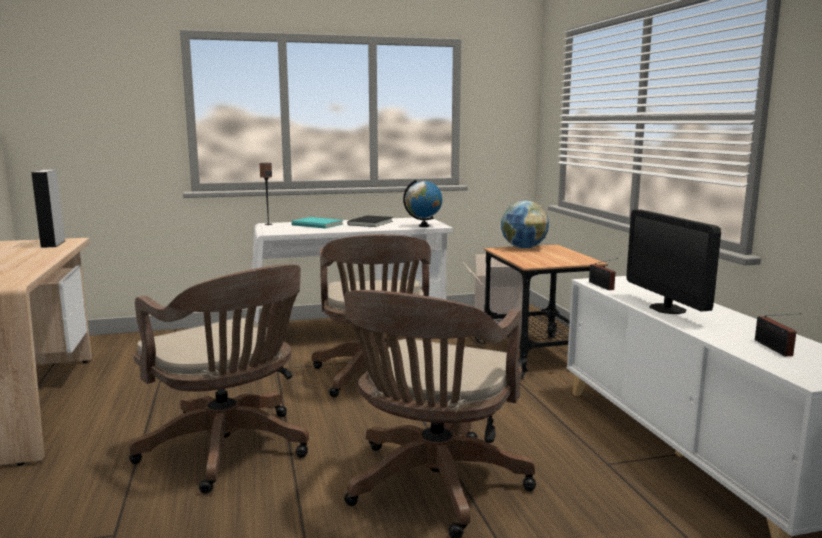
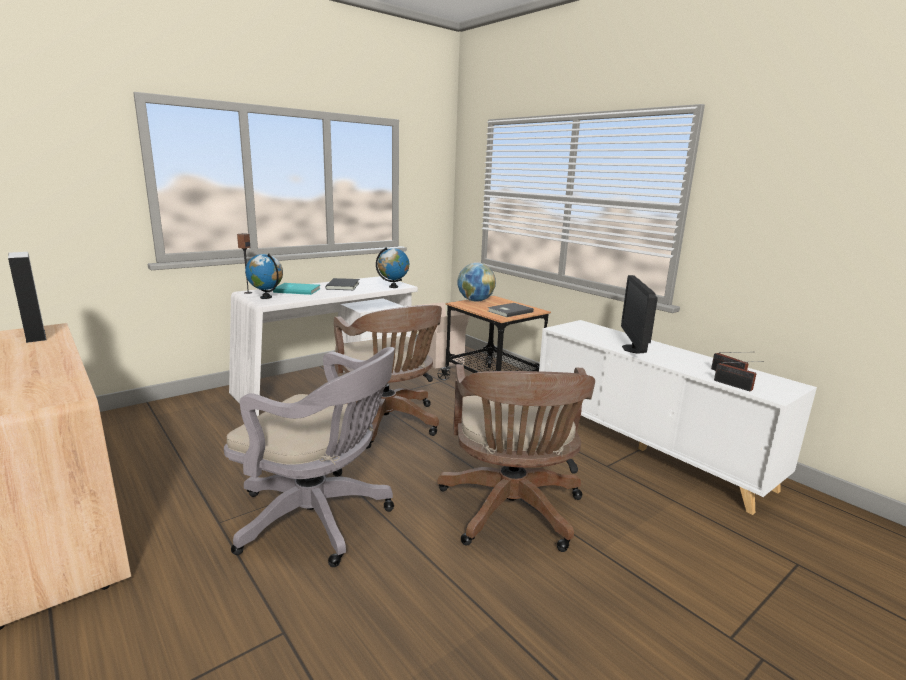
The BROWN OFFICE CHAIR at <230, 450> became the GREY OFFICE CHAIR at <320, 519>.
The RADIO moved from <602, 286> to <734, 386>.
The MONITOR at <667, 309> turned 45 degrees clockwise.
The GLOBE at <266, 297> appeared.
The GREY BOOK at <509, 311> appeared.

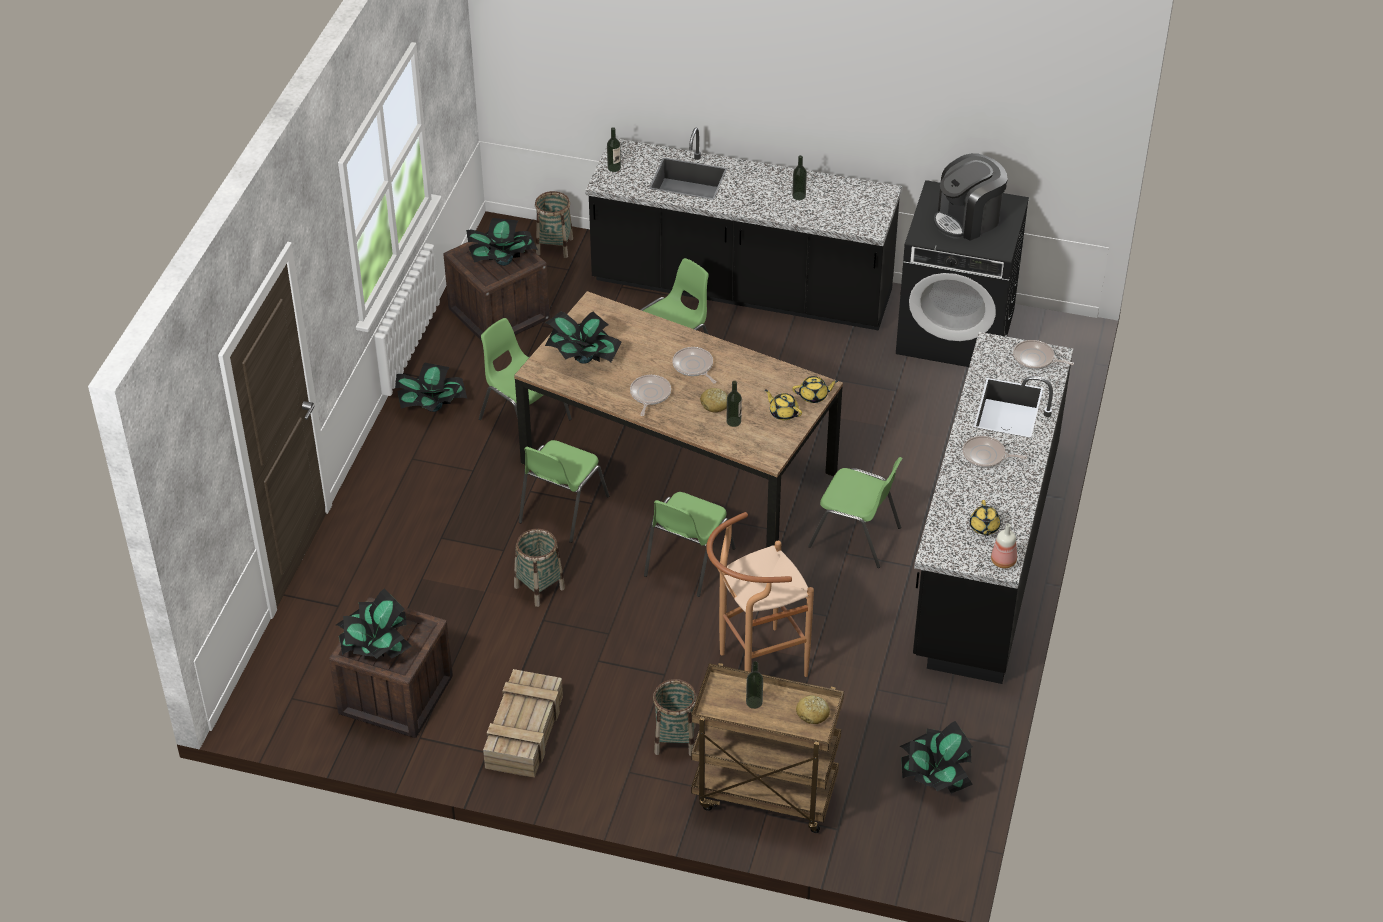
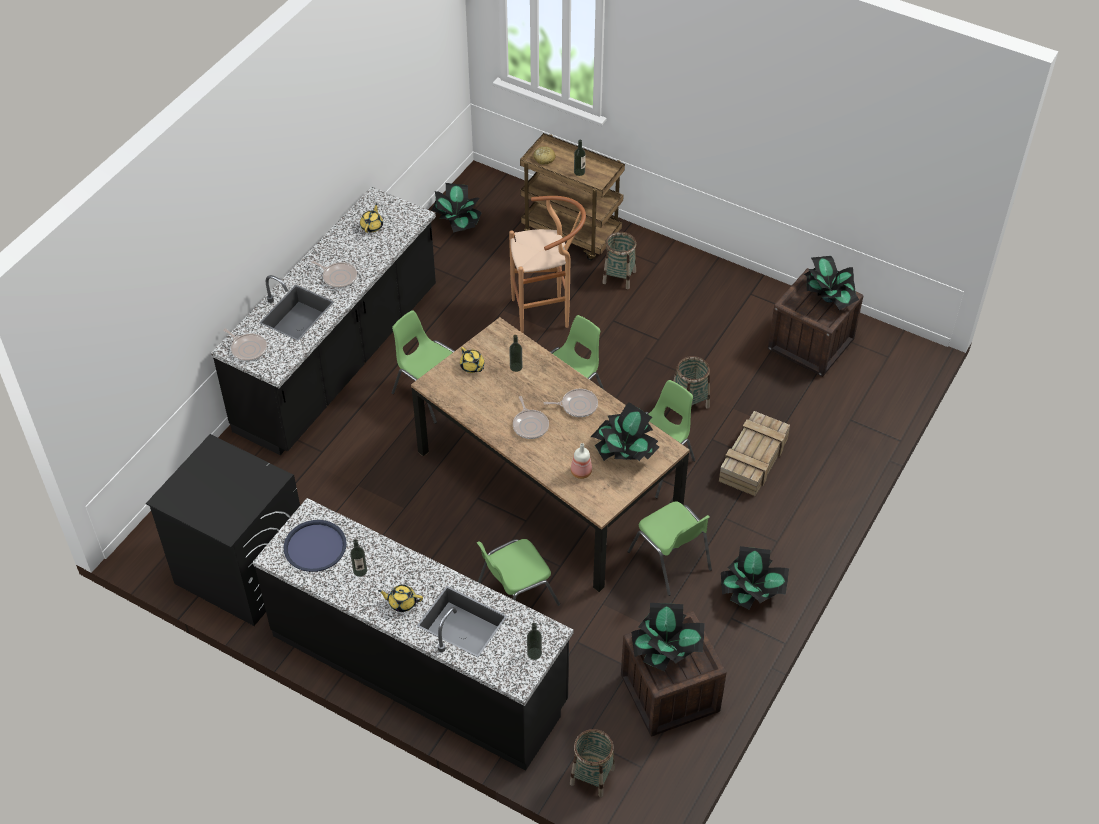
The CRATE moved from <524, 733> to <753, 459>.
The FRYING PAN at <649, 395> turned 120 degrees counterclockwise.
The BREAD at <715, 404> disappeared.
The YELLOW TEAPOT moved from <814, 396> to <402, 602>.
The COFFEE MACHINE at <968, 220> disappeared.
The BOTTLE moved from <1004, 561> to <580, 472>.
The BLUE TRAY at <315, 546> appeared.

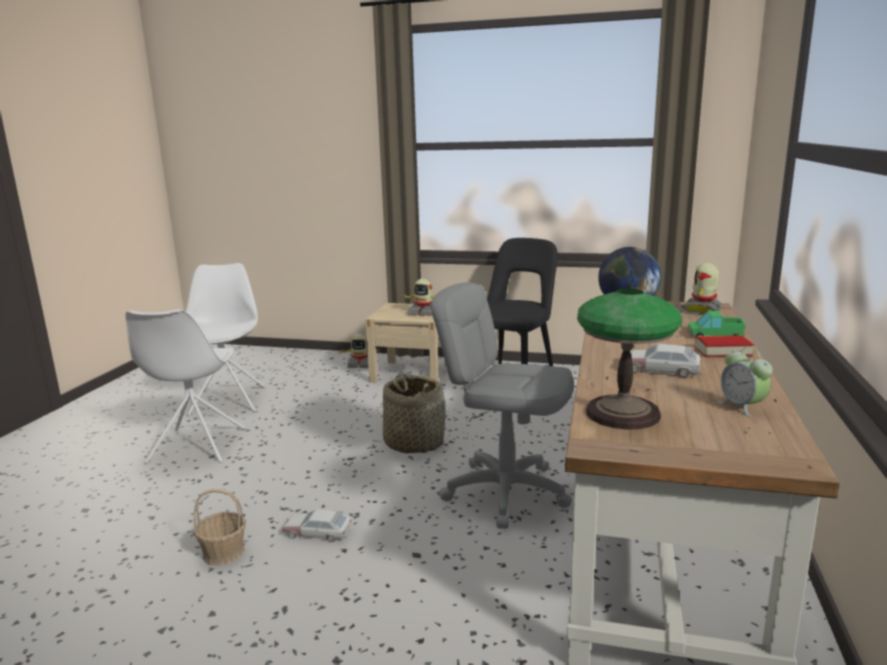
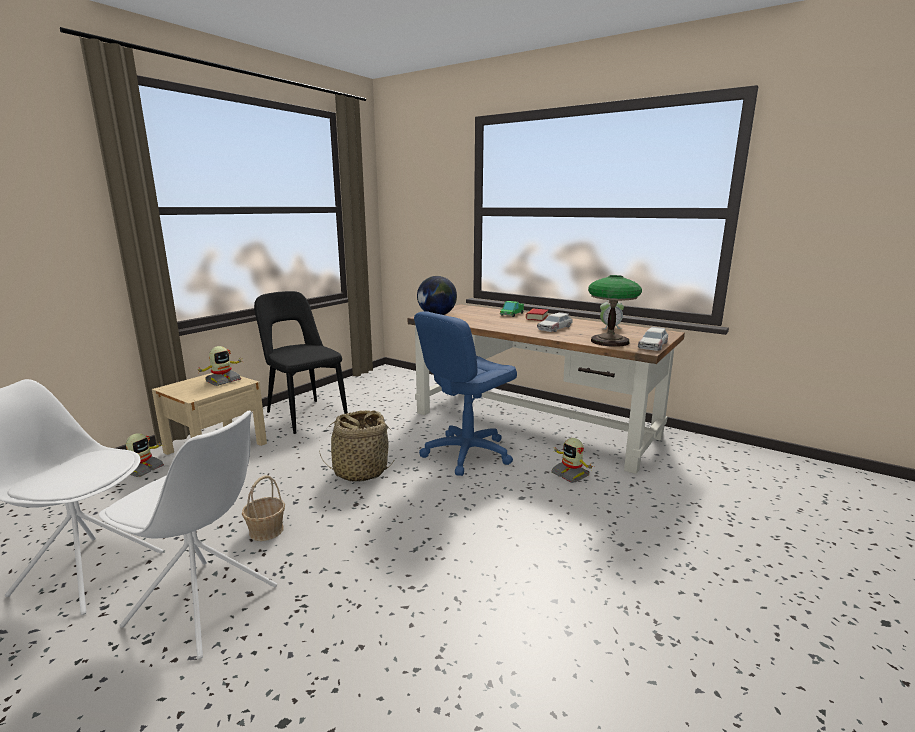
The BASKET moved from <223, 553> to <266, 531>.
The TOY CAR moved from <318, 532> to <652, 345>.
The GREY OFFICE CHAIR at <505, 492> became the BLUE OFFICE CHAIR at <467, 453>.
The TOY ROBOT moved from <701, 311> to <570, 474>.

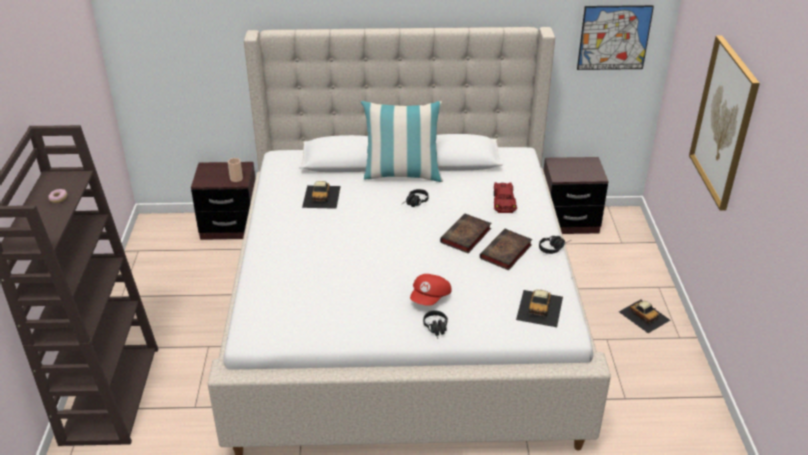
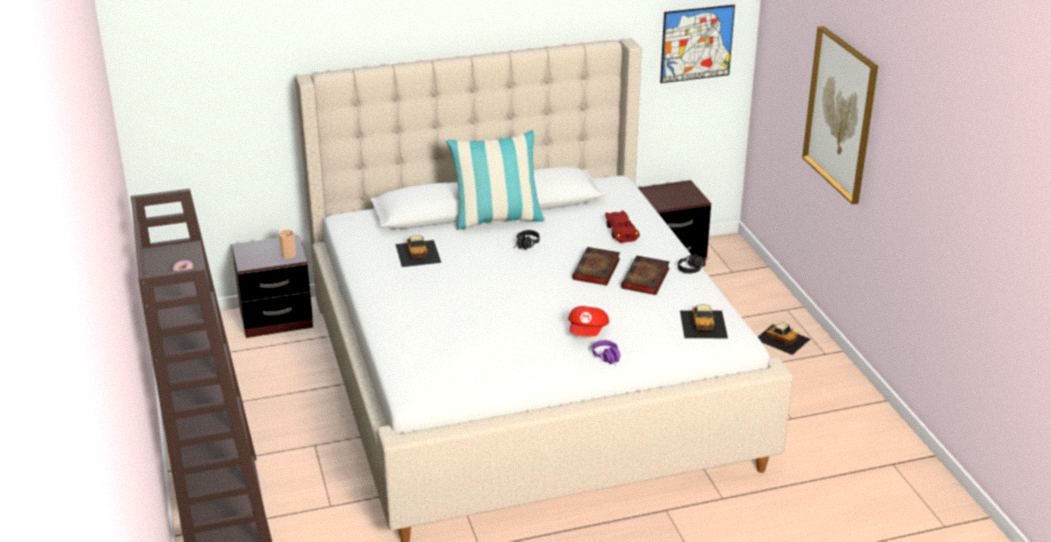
The BLACK HEADPHONES at <437, 330> became the PURPLE HEADPHONES at <609, 359>.

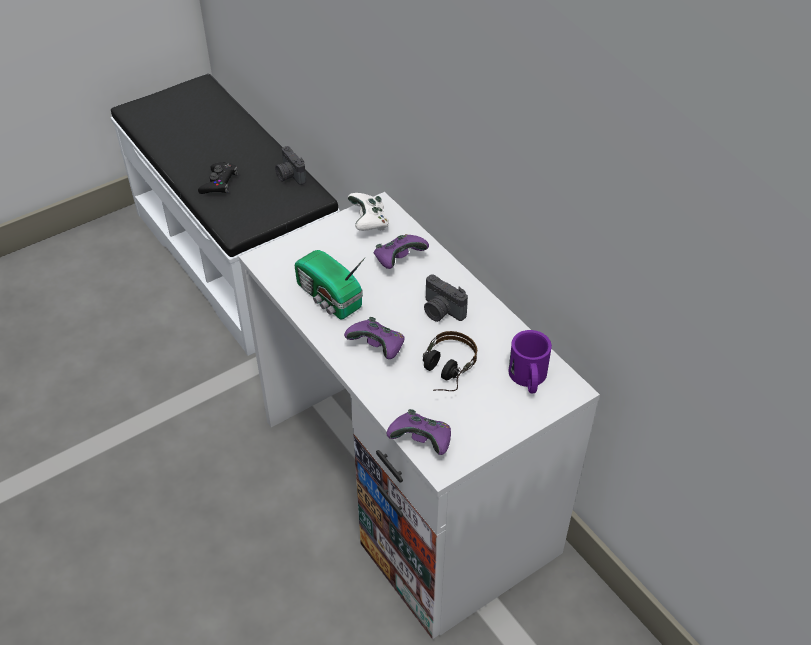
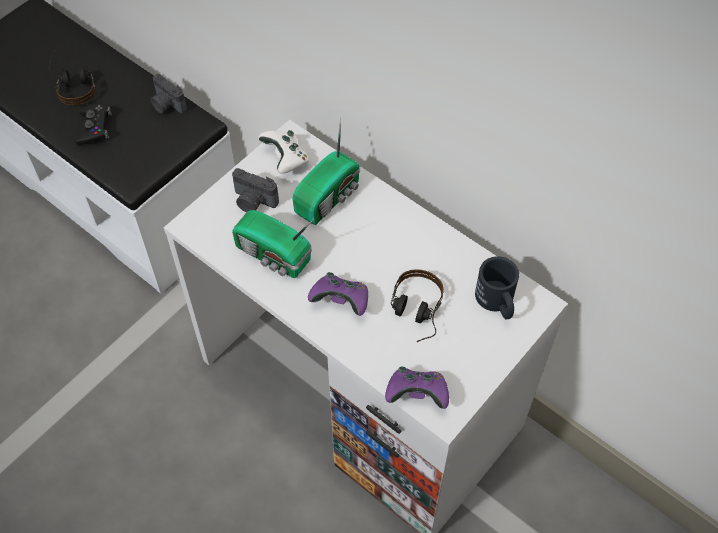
The PURPLE GAME CONTROLLER at <398, 260> was replaced by the RADIO at <330, 197>.
The PHOTO CAMERA moved from <441, 311> to <253, 202>.
The PURPLE MUG at <528, 379> became the BLACK MUG at <497, 302>.
The HEADPHONES at <74, 84> appeared.

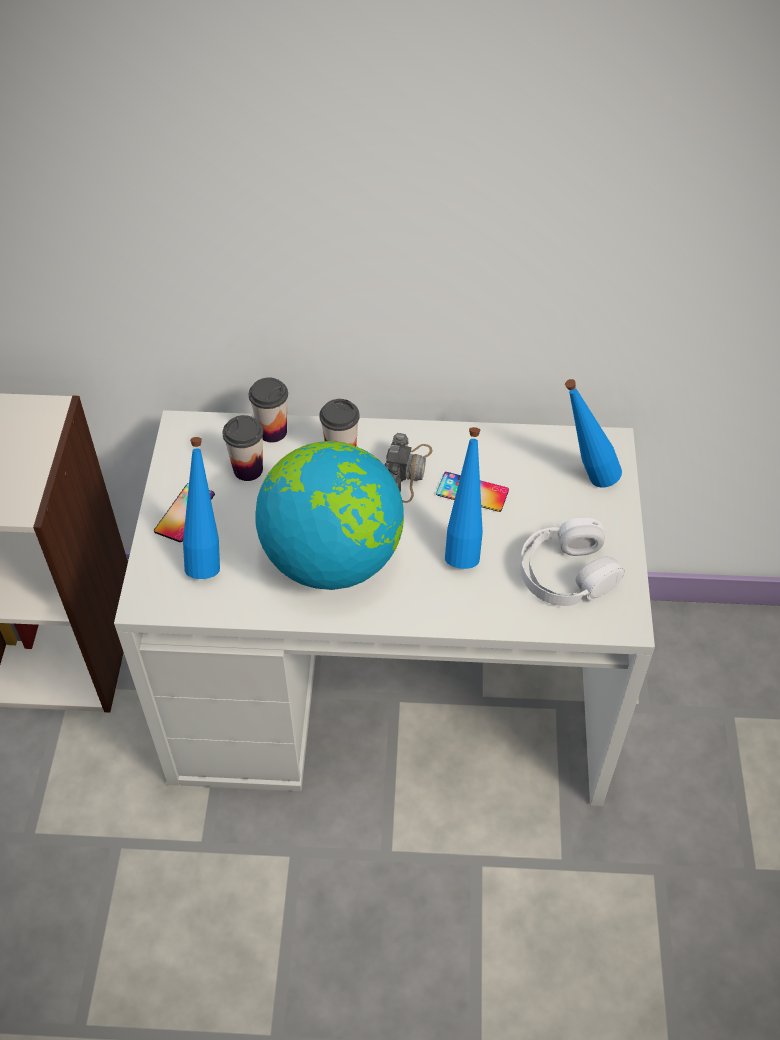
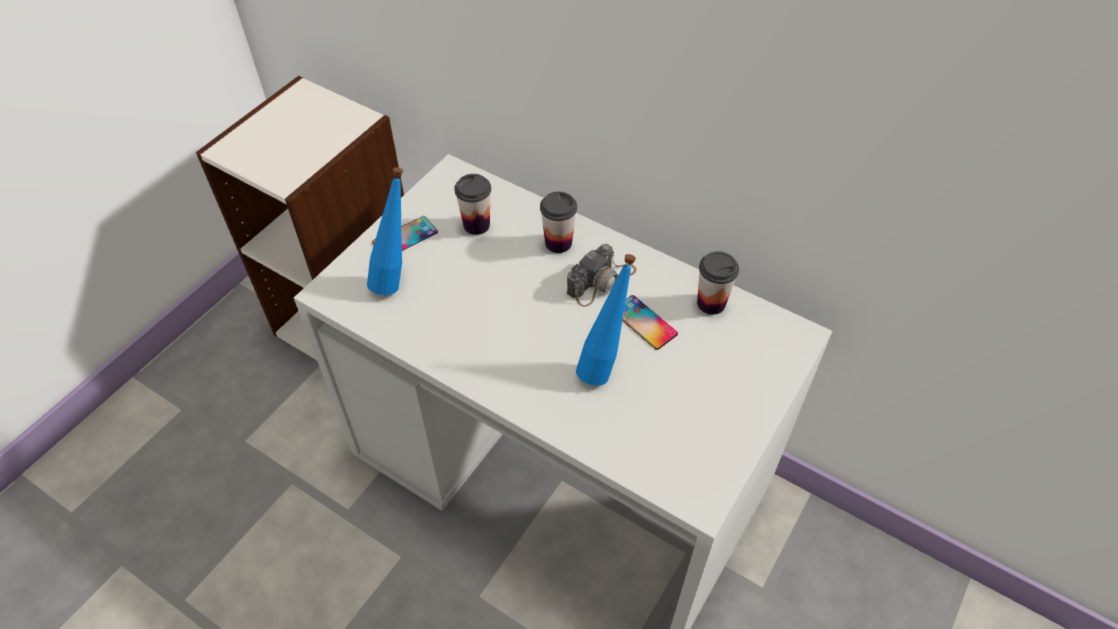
The CUP moved from <272, 431> to <711, 303>.
The GLOBE at <333, 558> disappeared.
The WHITE HEADPHONES at <566, 573> disappeared.
The BLUE BOTTLE at <585, 477> disappeared.

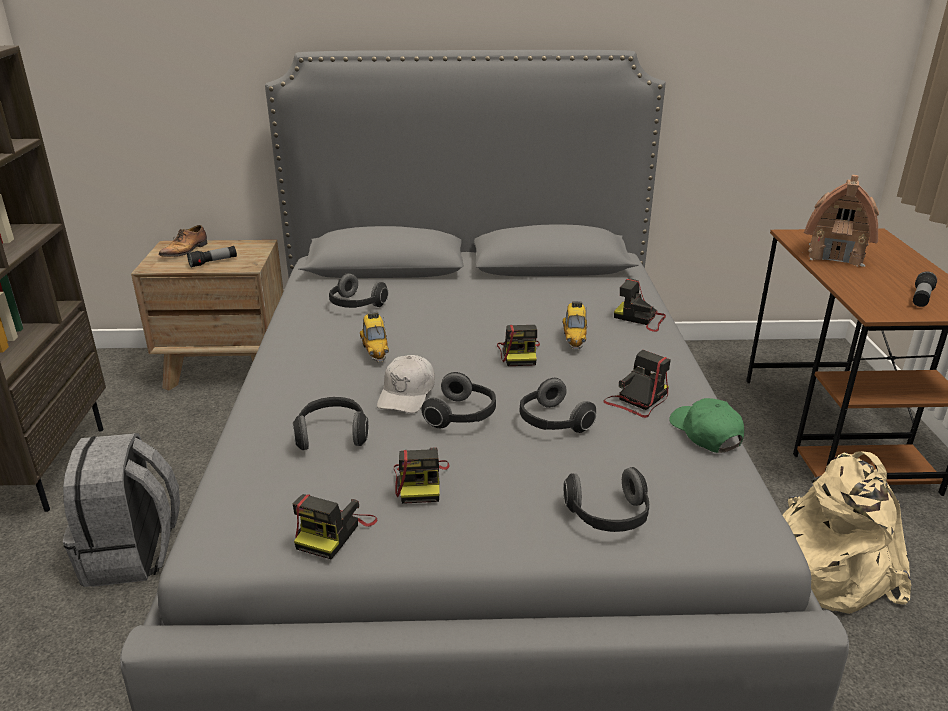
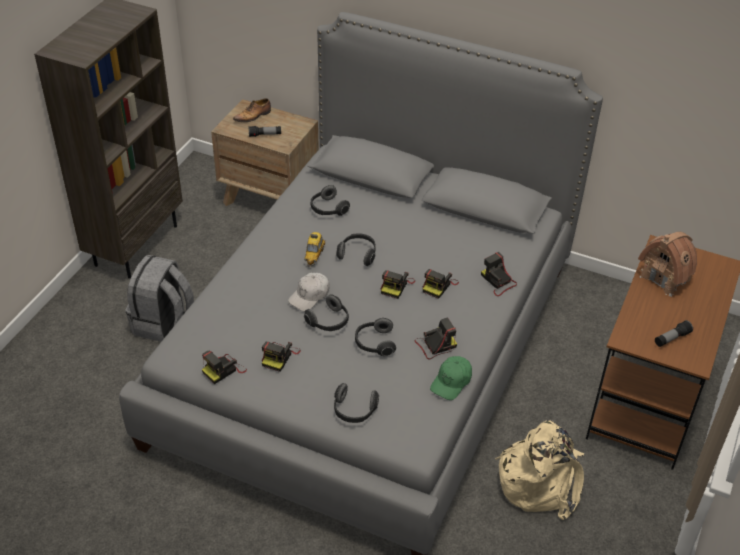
The HEADPHONES moved from <332, 435> to <358, 254>.
The TOY CAR at <574, 340> was replaced by the PHOTO CAMERA at <439, 285>.
The GREEN CAP at <705, 433> turned 150 degrees counterclockwise.

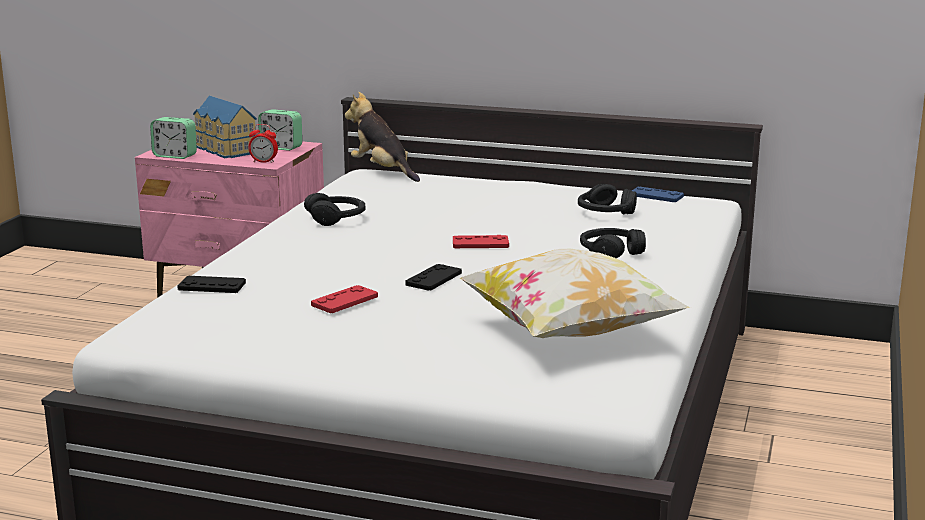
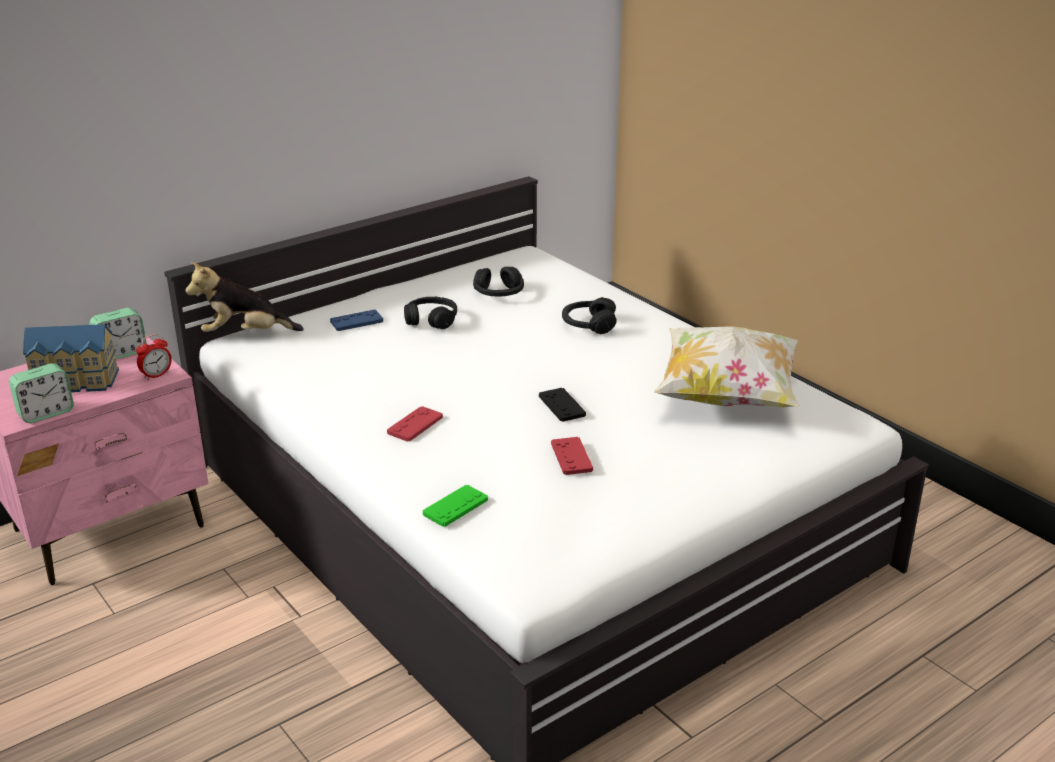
The BLACK GAME CONTROLLER at <212, 286> became the GREEN GAME CONTROLLER at <455, 507>.
The BLACK HEADPHONES moved from <336, 219> to <431, 320>.
The RED GAME CONTROLLER moved from <480, 243> to <415, 425>.
The BLUE GAME CONTROLLER moved from <656, 196> to <356, 321>.

